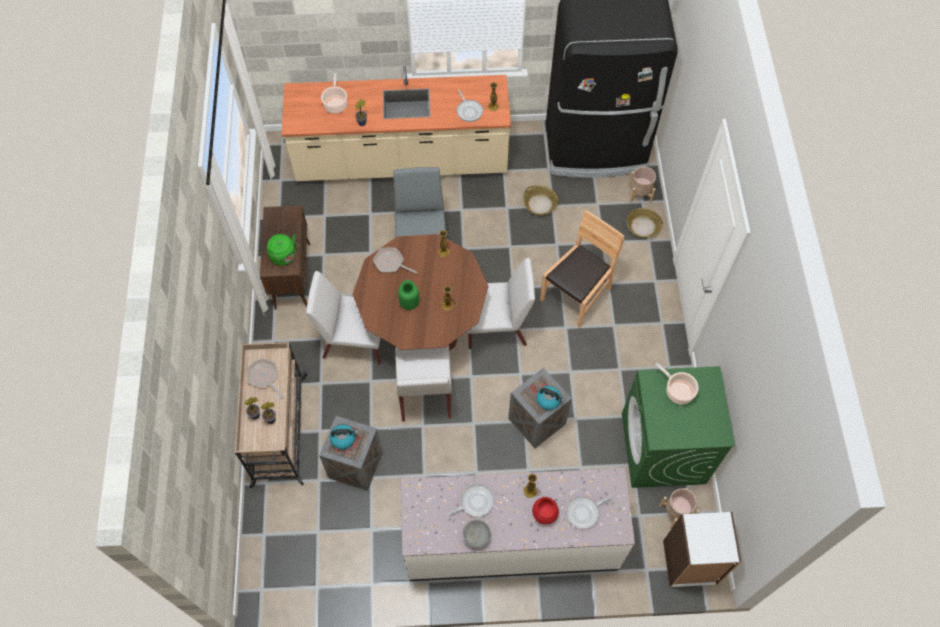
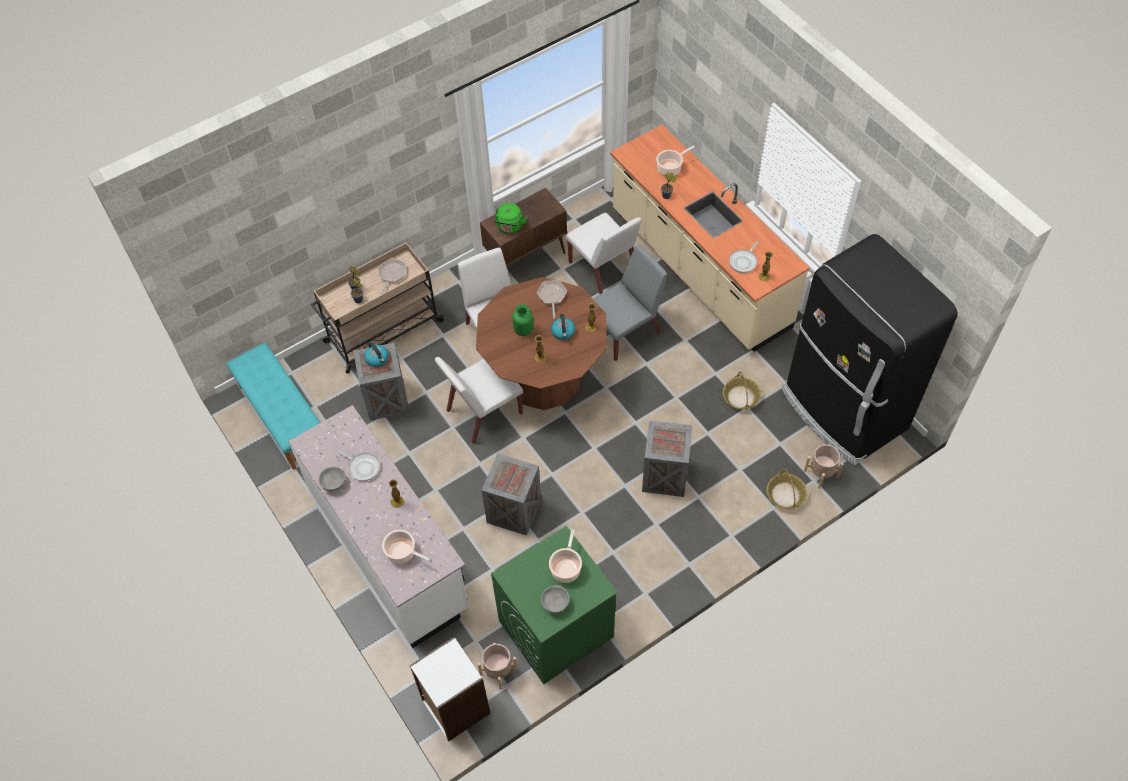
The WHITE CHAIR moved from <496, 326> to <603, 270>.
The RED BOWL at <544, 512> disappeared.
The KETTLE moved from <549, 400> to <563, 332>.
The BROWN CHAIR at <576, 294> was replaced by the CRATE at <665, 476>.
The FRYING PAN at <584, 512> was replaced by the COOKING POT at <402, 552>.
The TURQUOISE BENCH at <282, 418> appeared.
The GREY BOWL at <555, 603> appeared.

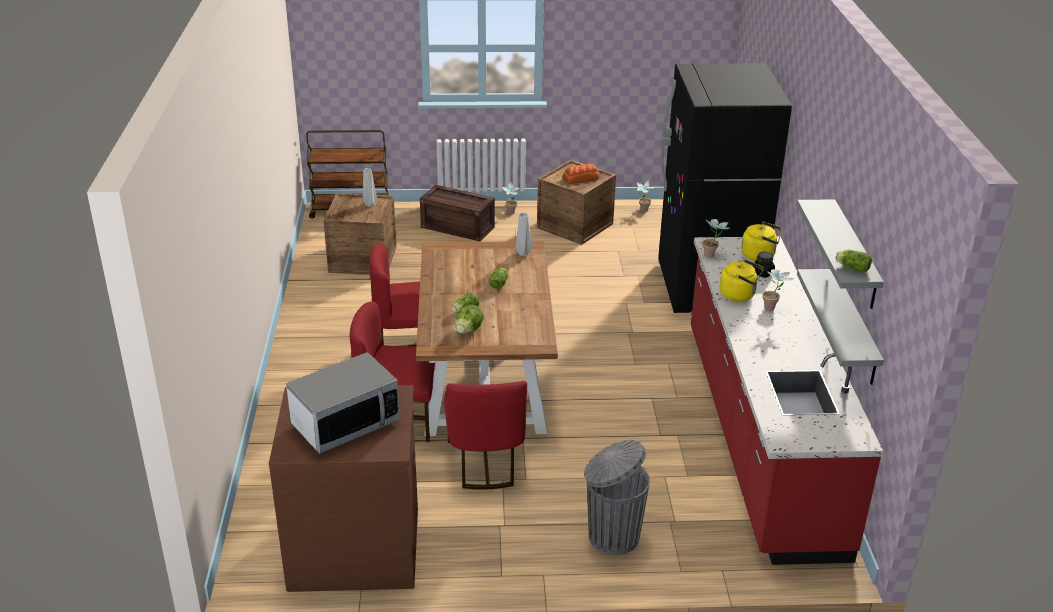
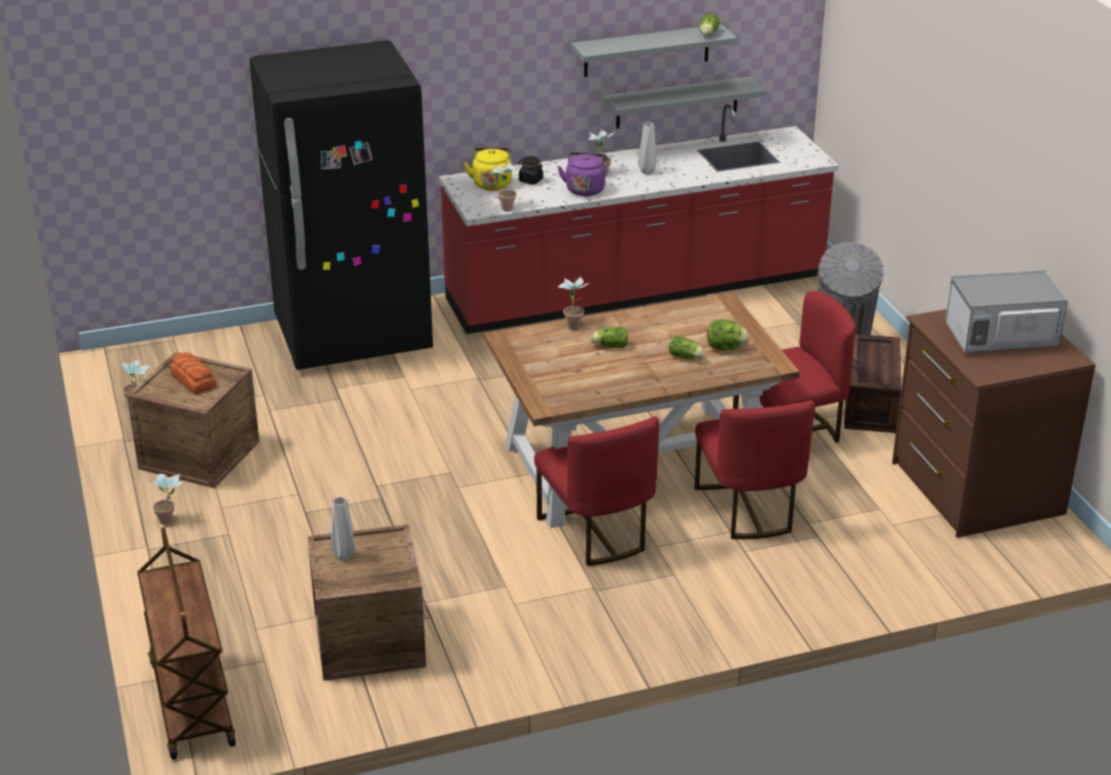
The MICROWAVE at <345, 423> turned 45 degrees counterclockwise.
The CRATE moved from <459, 227> to <868, 402>.
The GREY VASE moved from <523, 253> to <646, 171>.
The YELLOW KETTLE at <739, 295> became the PURPLE KETTLE at <585, 189>.
The POTTED PLANT at <574, 324> appeared.

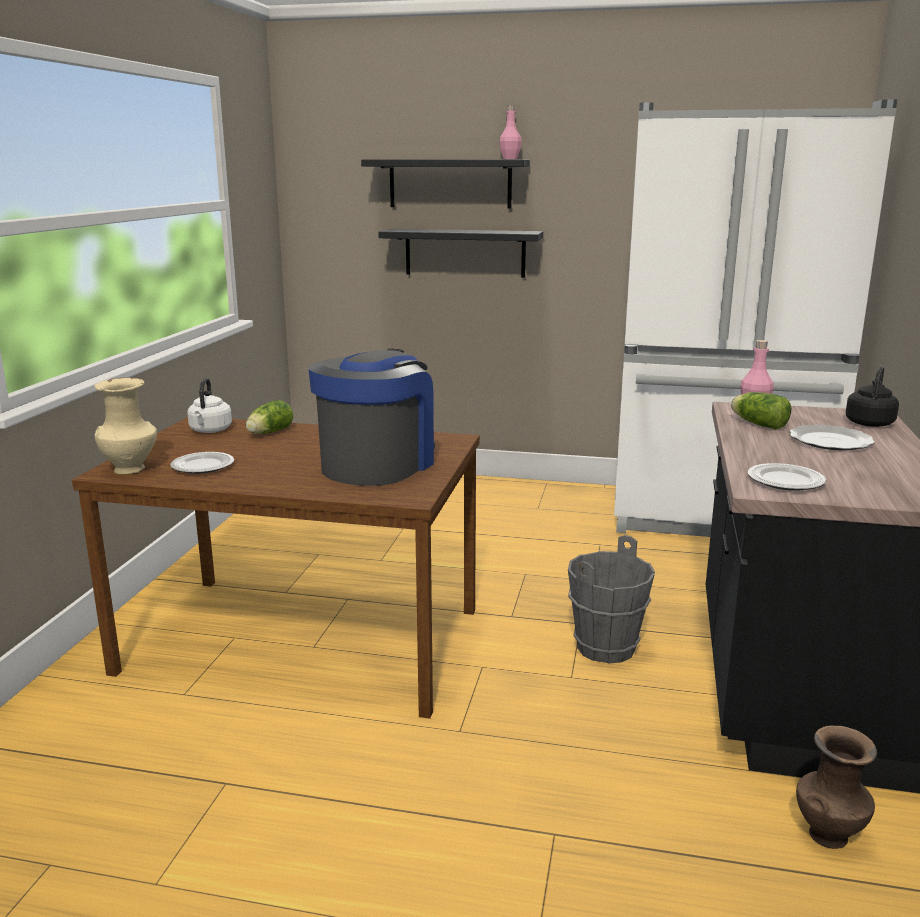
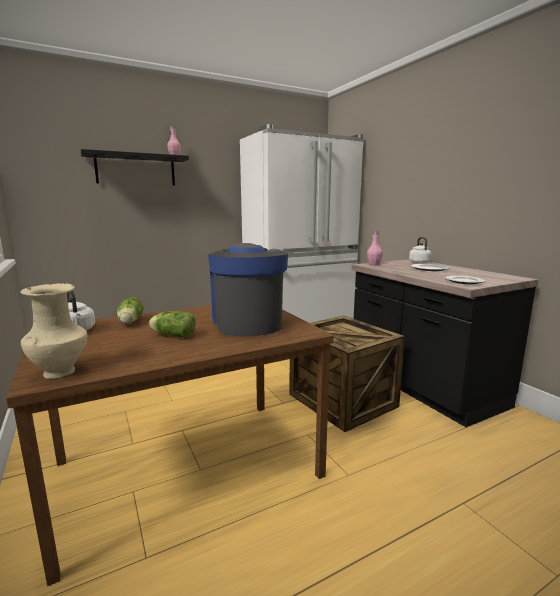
The PLATE at <203, 466> disappeared.
The BLACK SHELF at <465, 253> disappeared.
The GREY BUCKET at <606, 648> was replaced by the CRATE at <343, 400>.
The LETTUCE moved from <757, 424> to <172, 335>.
The BROWN VASE at <828, 834> disappeared.
The BLACK KETTLE at <870, 423> became the WHITE KETTLE at <418, 262>.

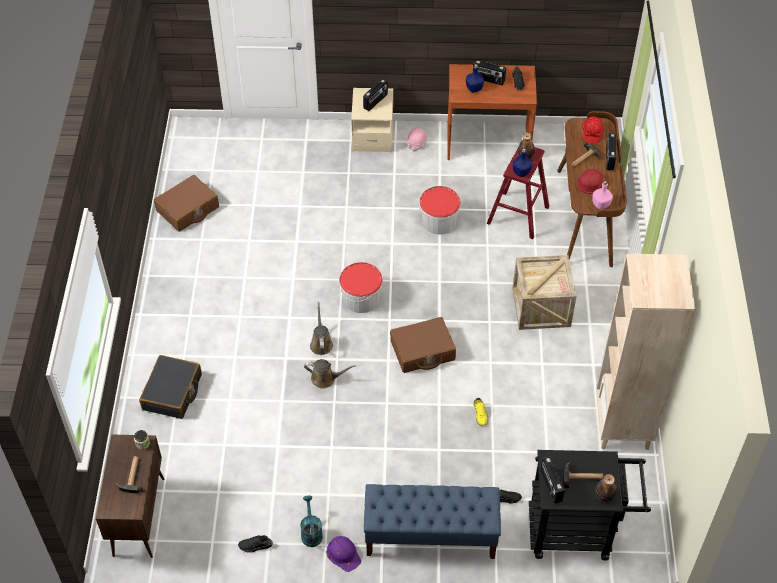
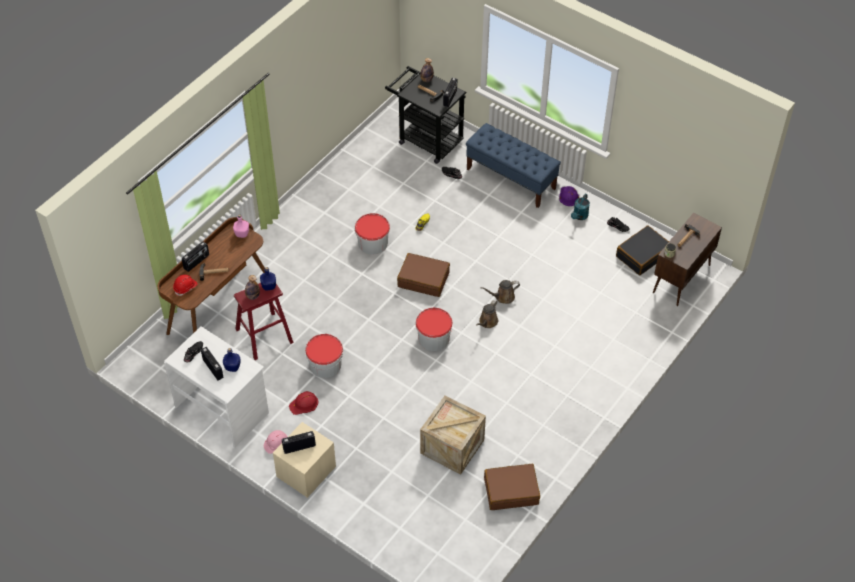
The BLACK SUITCASE moved from <172, 392> to <642, 255>.
The BROWN WATERING CAN at <325, 379> turned 60 degrees counterclockwise.
The BROWN DESK at <487, 143> became the WHITE DESK at <222, 409>.
The CRATE moved from <541, 307> to <452, 446>.
The RED HARD HAT moved from <590, 182> to <304, 404>.
The BEIGE BOOKCASE at <623, 425> disappeared.
The BUCKET at <373, 243> appeared.

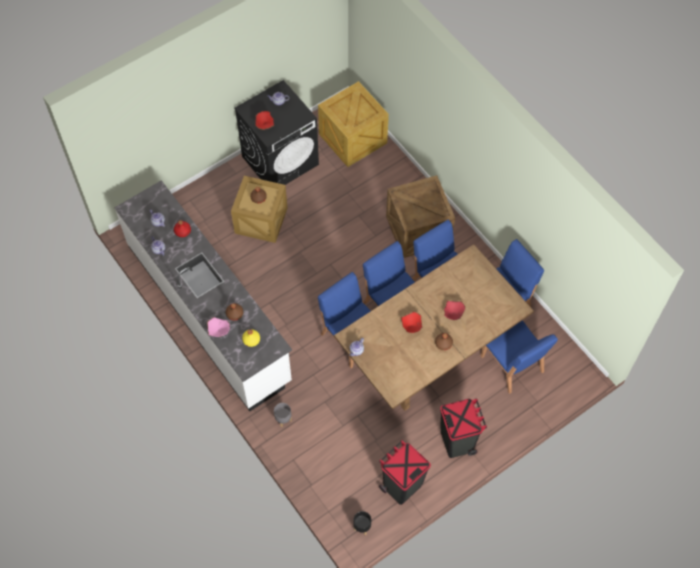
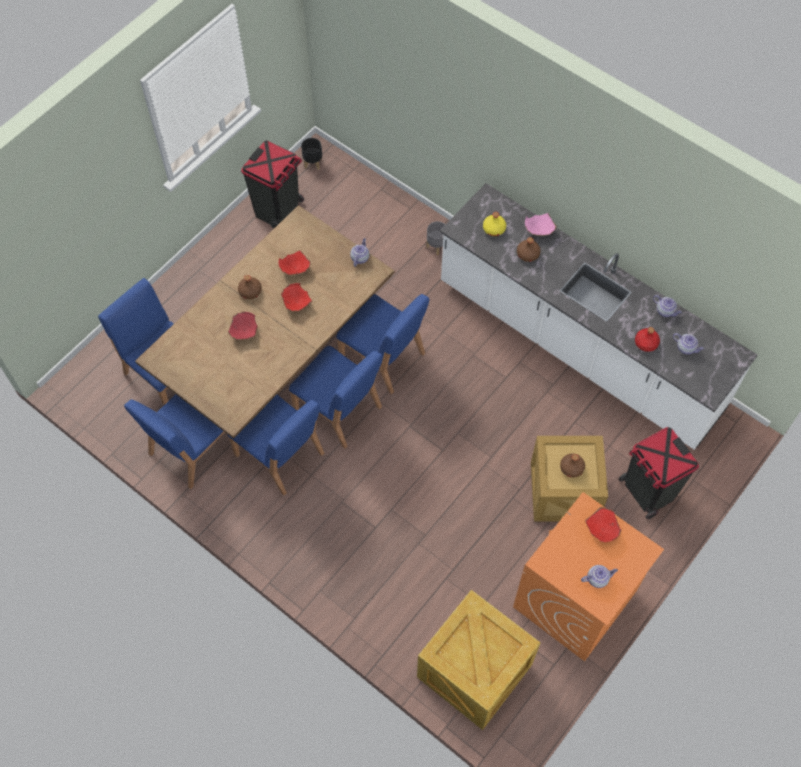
The BLACK WASHING MACHINE at <280, 160> became the ORANGE WASHING MACHINE at <574, 599>.
The CRATE at <417, 229> disappeared.
The BLACK TRASH CAN moved from <457, 441> to <647, 492>.
The RED BOWL at <295, 269> appeared.

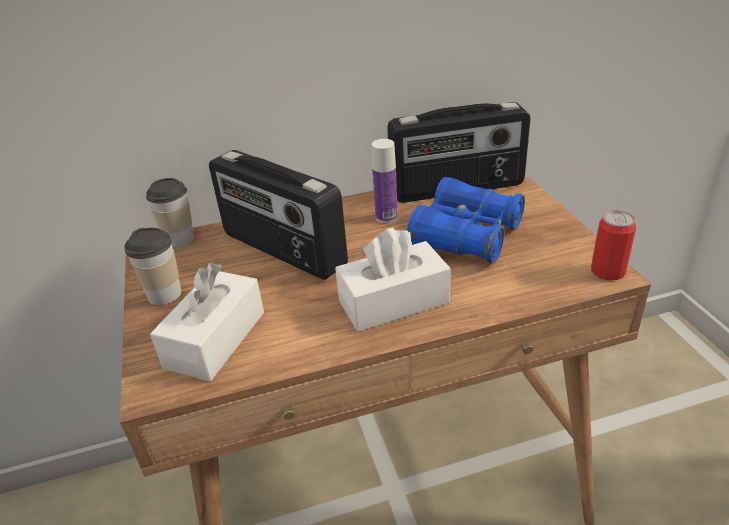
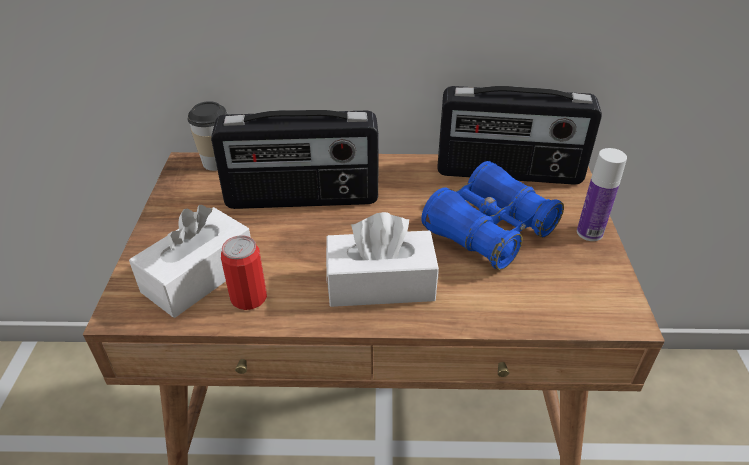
The CUP at <164, 294> disappeared.
The RADIO at <282, 250> turned 60 degrees counterclockwise.
The BOTTLE moved from <386, 217> to <589, 233>.
The CAN moved from <607, 271> to <249, 297>.

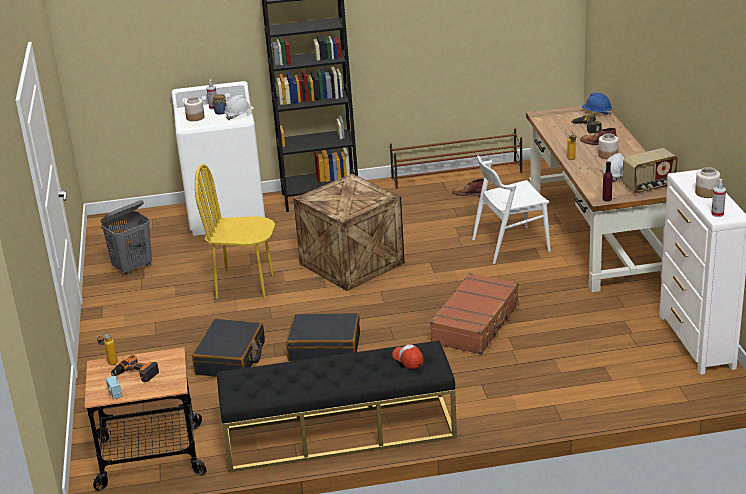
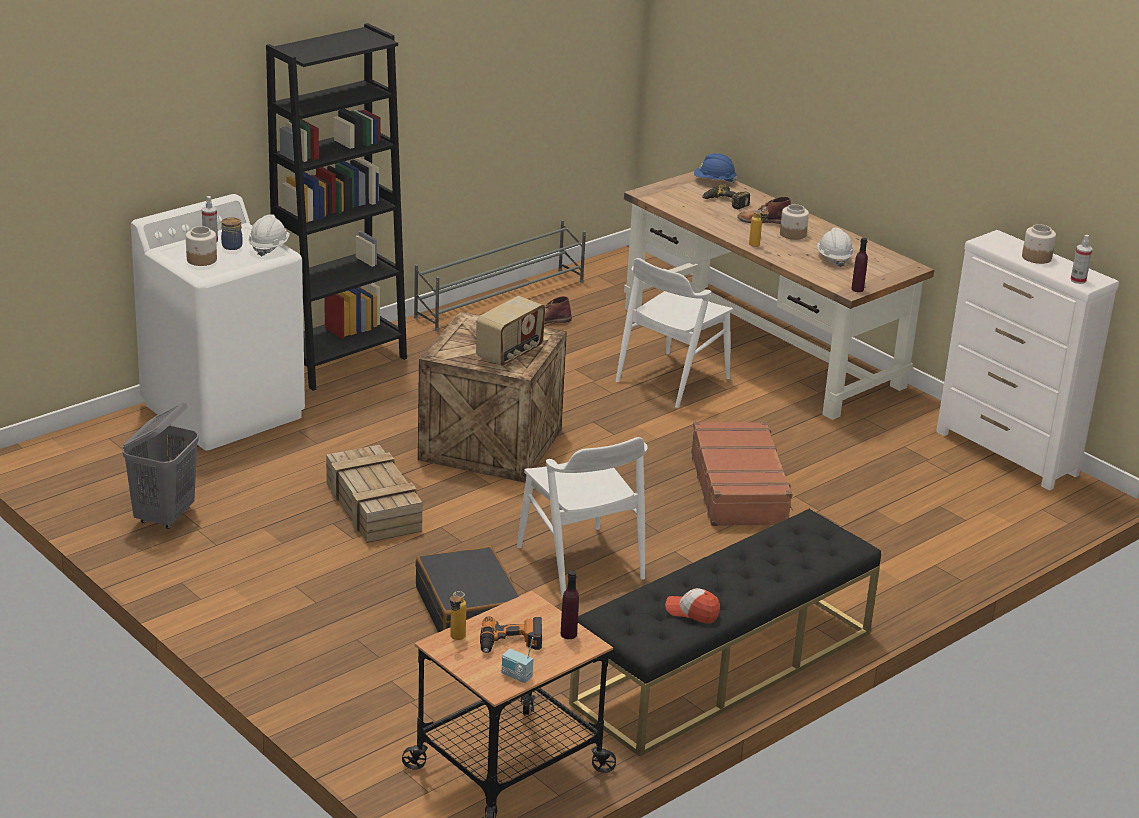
The YELLOW CHAIR at <245, 286> was replaced by the CRATE at <372, 506>.
The BLACK SUITCASE at <324, 347> was replaced by the WHITE CHAIR at <580, 563>.
The BROWN SHOE RACK at <457, 175> became the GREY SHOE RACK at <501, 299>.
The CAP moved from <408, 360> to <692, 612>.
The RADIO moved from <649, 186> to <510, 353>.
The PURPLE BOTTLE at <568, 634> appeared.

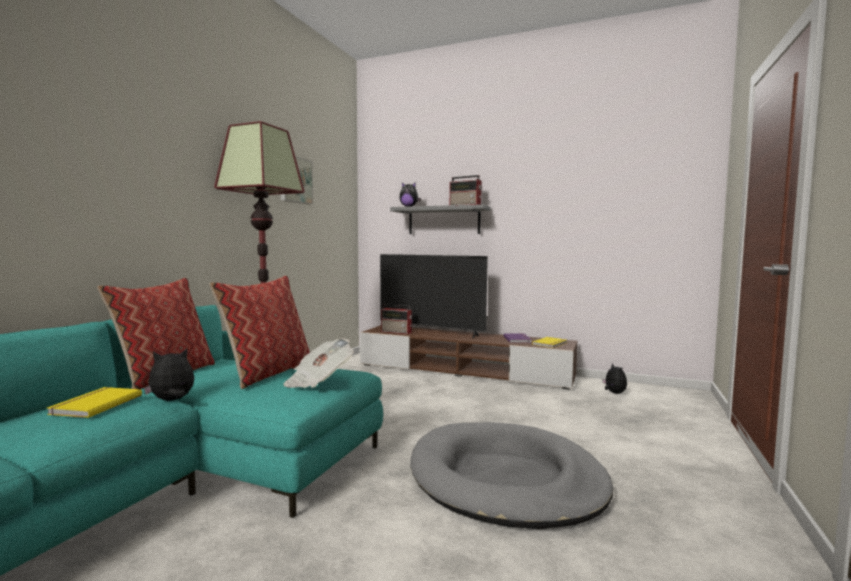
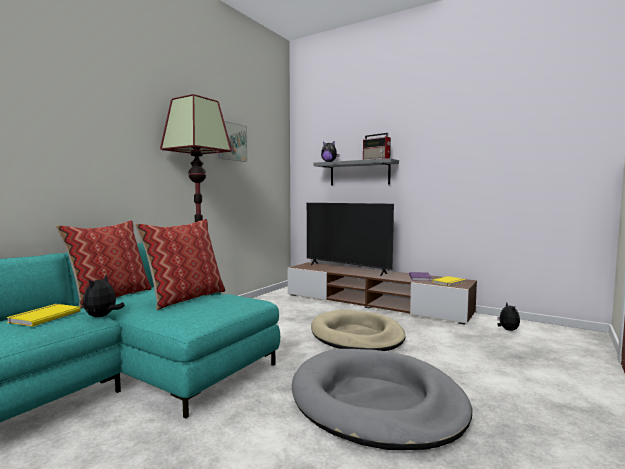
The PLUSH TOY at <172, 400> turned 60 degrees counterclockwise.
The NEWSPAPER at <318, 381> disappeared.
The RADIO at <397, 332> disappeared.
The BEIGE DOG BED at <357, 335> appeared.

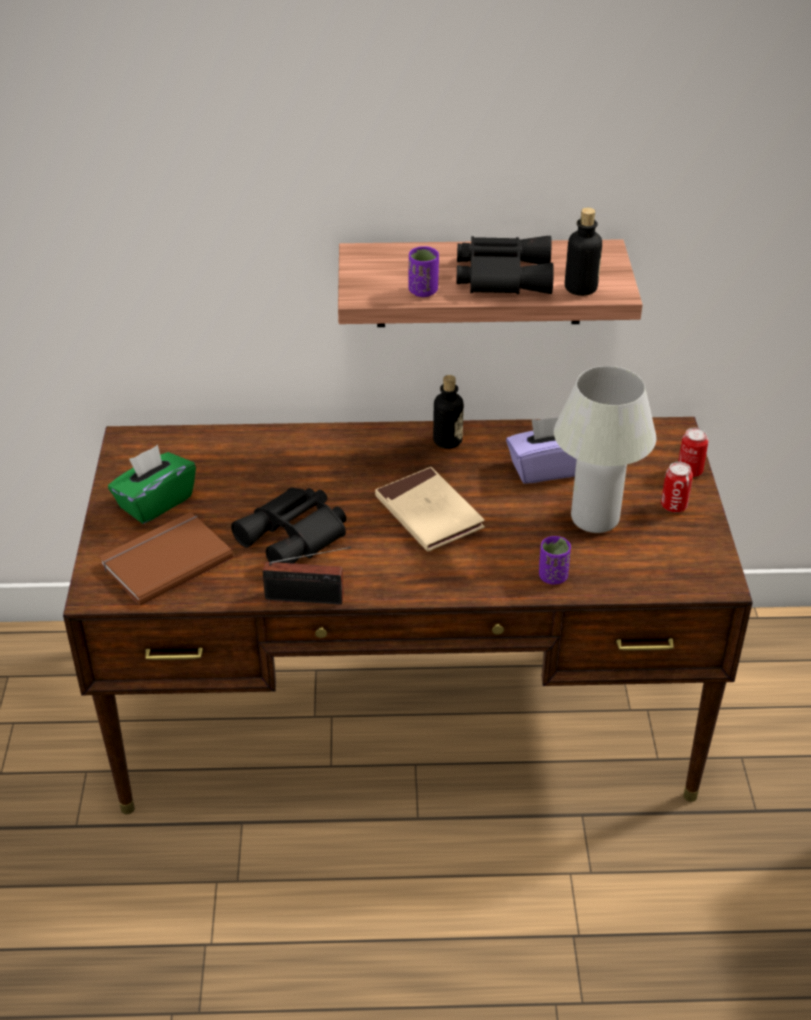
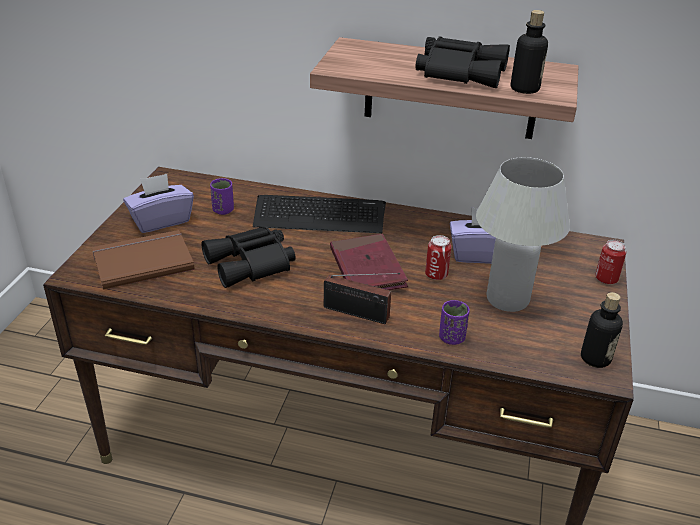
The GREEN TISSUE BOX at <155, 502> became the PURPLE TISSUE BOX at <161, 220>.
The RADIO moved from <309, 598> to <359, 314>.
The BEIGE BOOK at <429, 514> became the RED BOOK at <367, 268>.
The PURPLE CUP moved from <423, 291> to <223, 210>.
The BOTTLE moved from <447, 440> to <595, 358>.
The CAN moved from <674, 506> to <436, 275>.
The KEYBOARD at <319, 215> appeared.

